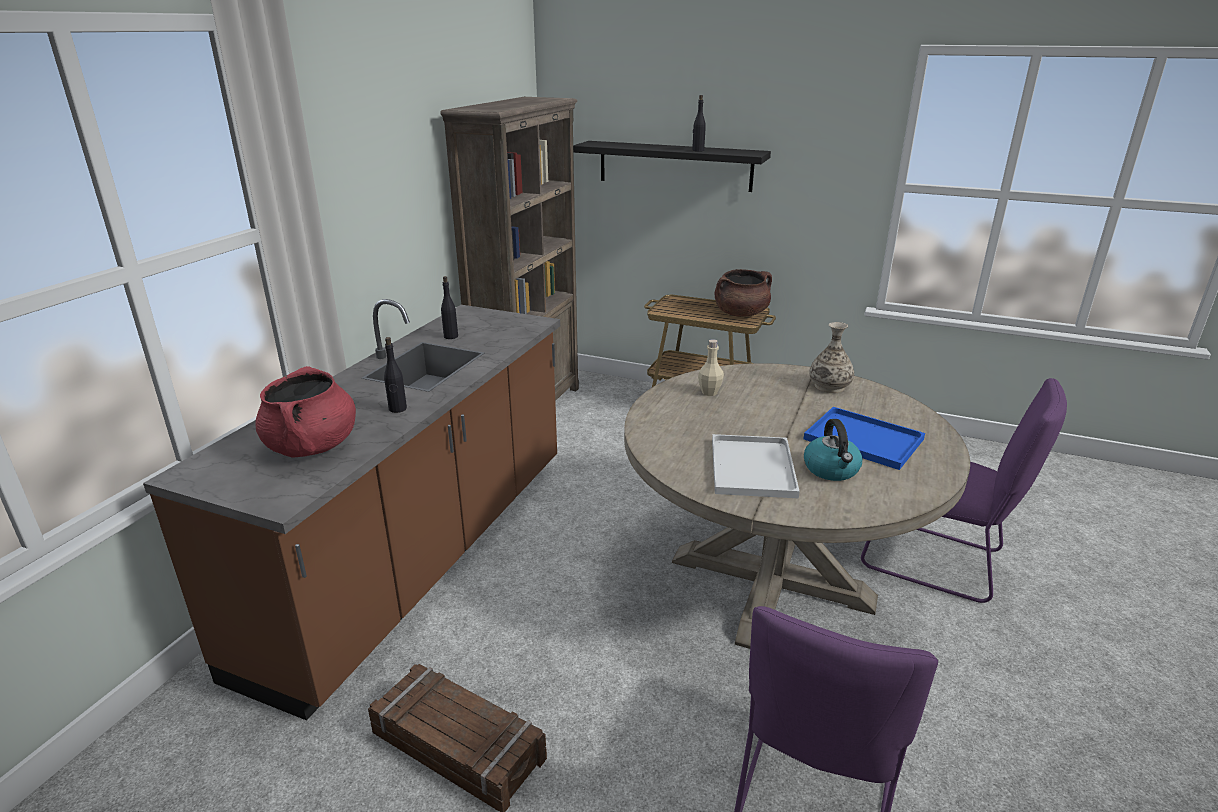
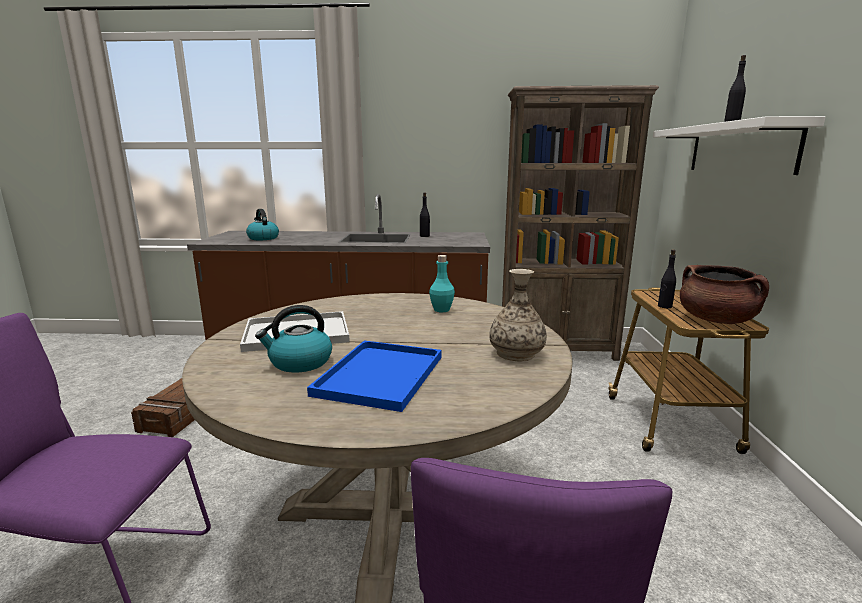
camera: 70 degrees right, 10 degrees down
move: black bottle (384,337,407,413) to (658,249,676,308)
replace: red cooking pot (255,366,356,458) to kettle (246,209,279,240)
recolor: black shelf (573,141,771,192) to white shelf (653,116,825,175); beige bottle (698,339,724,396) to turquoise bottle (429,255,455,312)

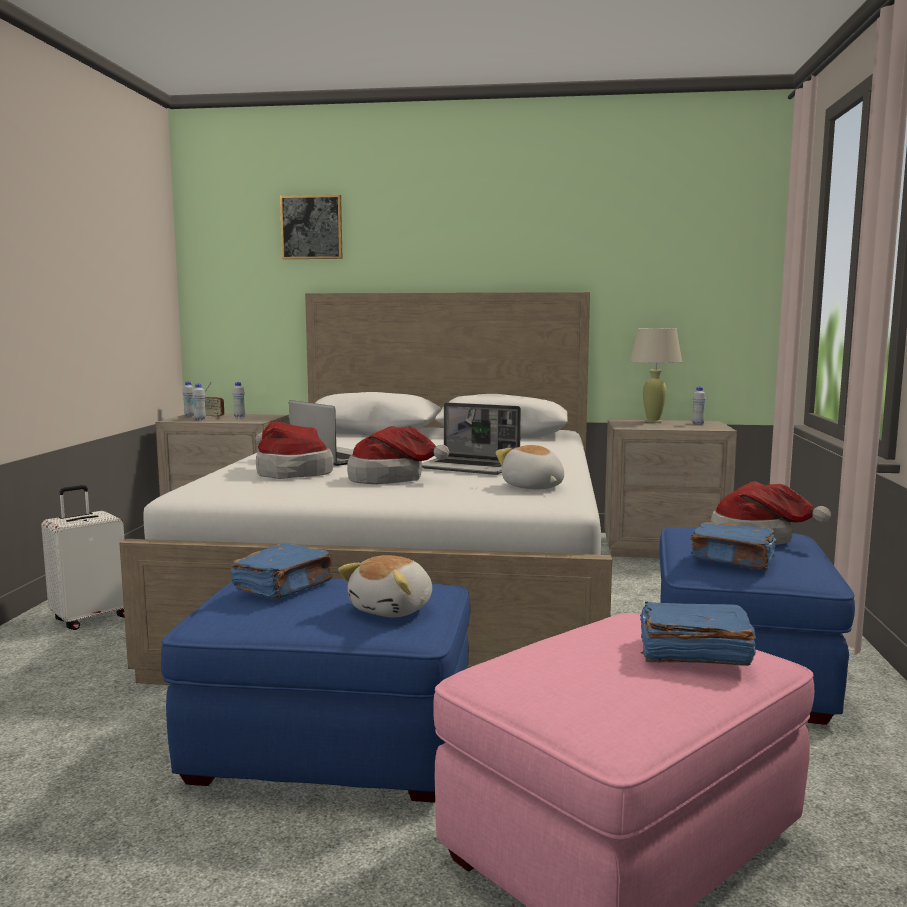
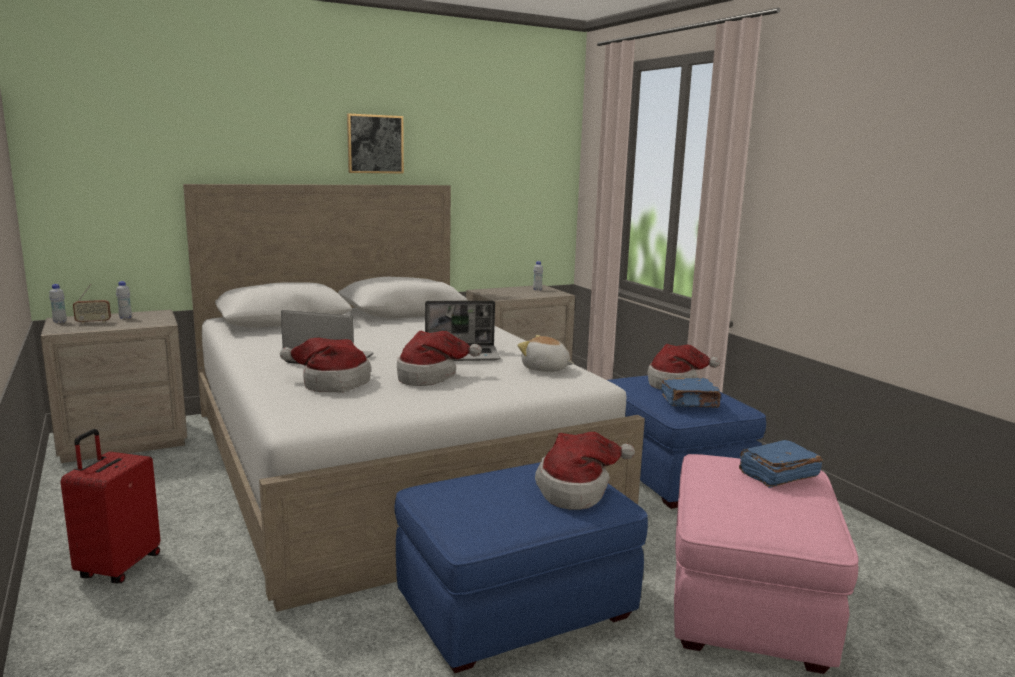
camera: 35 degrees left, 5 degrees up
delete: beige table lamp (630,328,682,423); white bottle (193,384,206,420); blue book (230,543,333,599)
move: picture (280,195,343,259) to (347,113,404,174)
replace: plush toy (338,555,432,617) to hat (535,432,635,510)
recolor: white suitcase (41,485,125,630) to red suitcase (61,429,160,583)

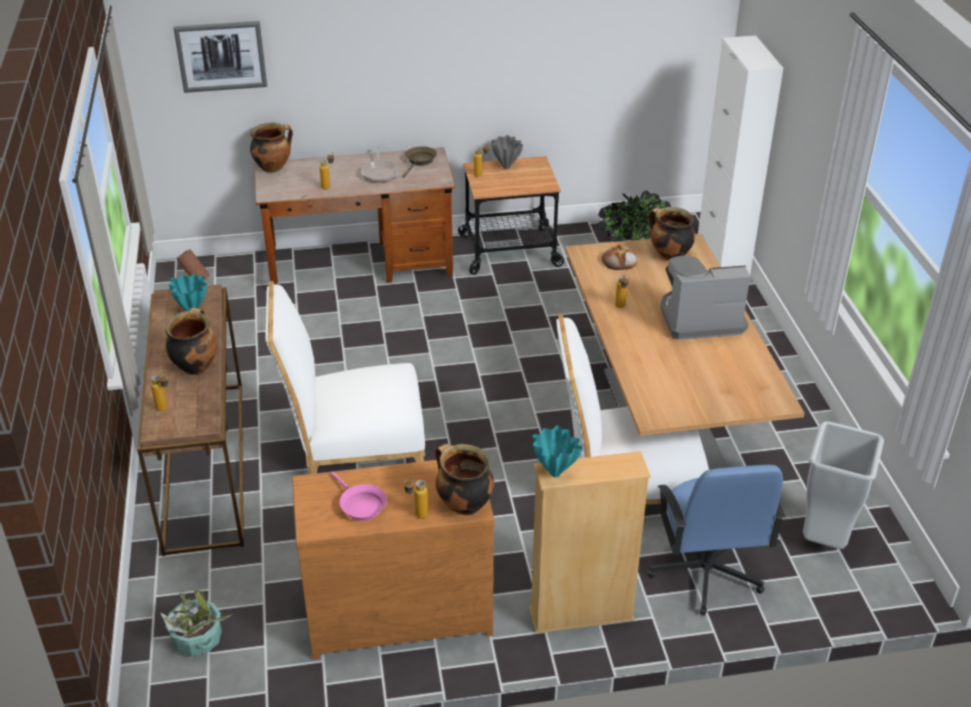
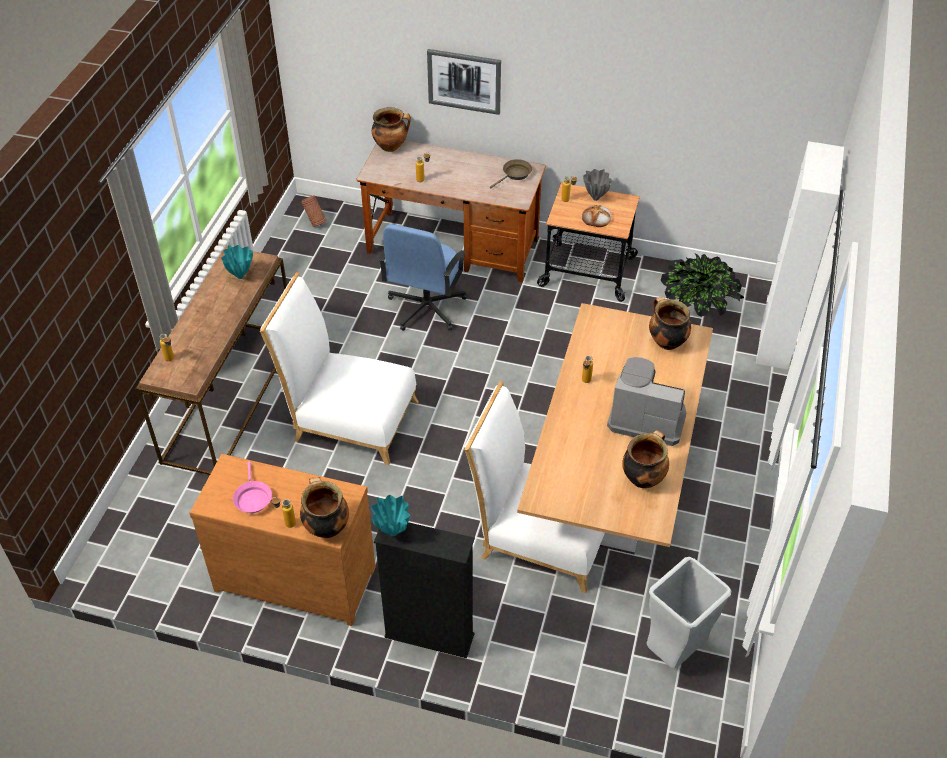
camera: 25 degrees right, 10 degrees up
delete: frying pan (361,146,398,183); potted plant (161,589,233,656)
move: picture (173,21,267,93) to (427,49,501,115); bread (602,245,637,270) to (582,205,611,227); cooking pot (165,308,218,375) to (622,430,669,488); blue office chair (648,465,785,616) to (378,224,467,331)
recolor: beige bookcase (529,451,651,633) to black bookcase (374,522,475,658)

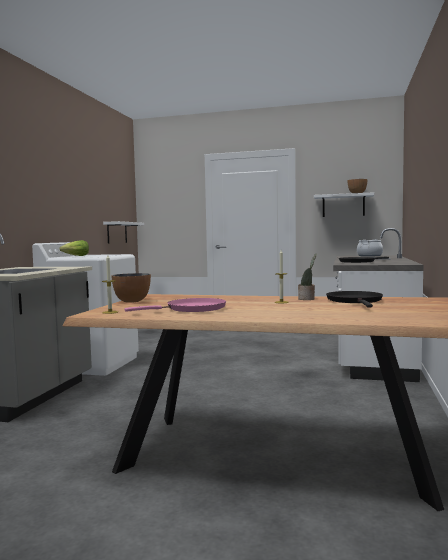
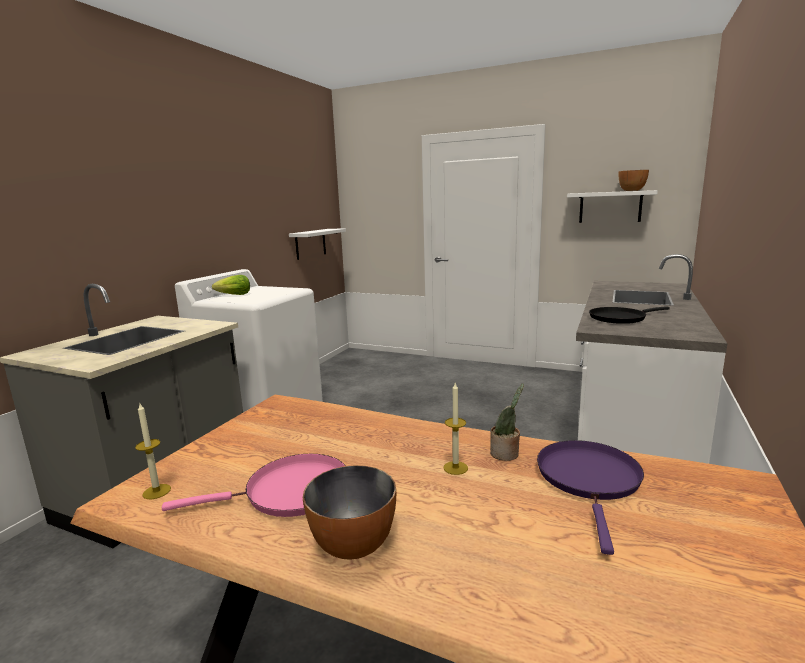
camera: 10 degrees right, 10 degrees up
delete: cooking pot (357,239,383,257)
move: bowl (111,273,151,303) to (303,465,396,560)
recolor: black frying pan (326,291,383,307) to purple frying pan (537,440,644,555)

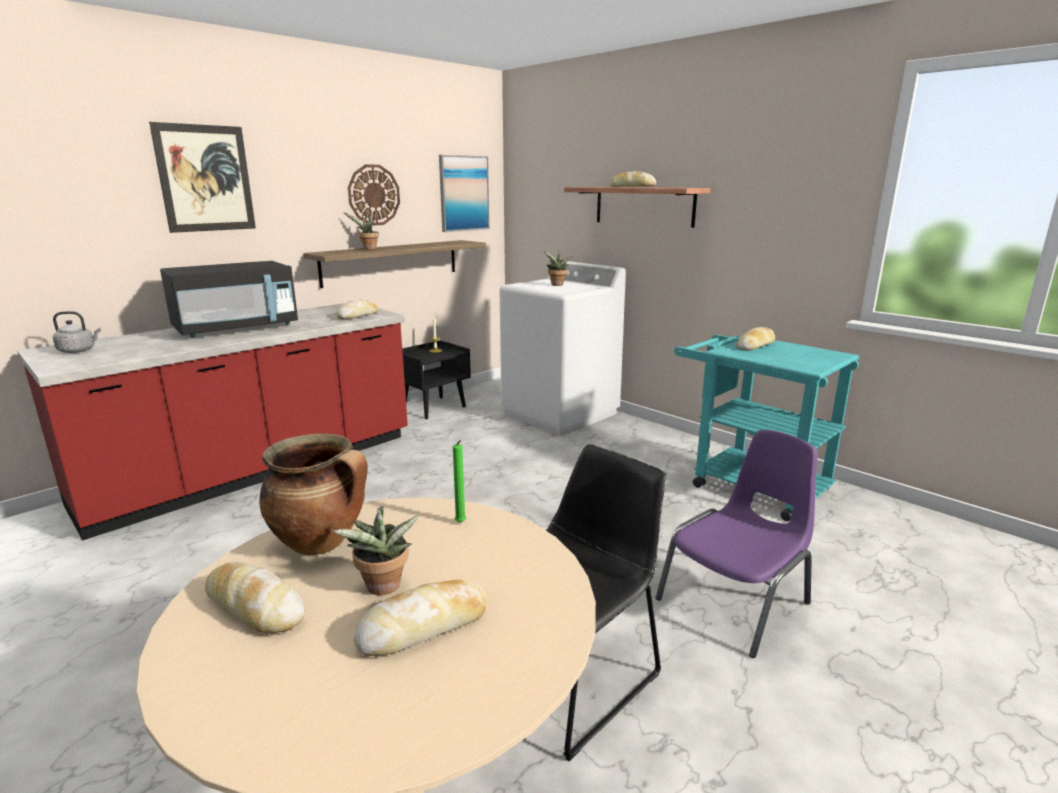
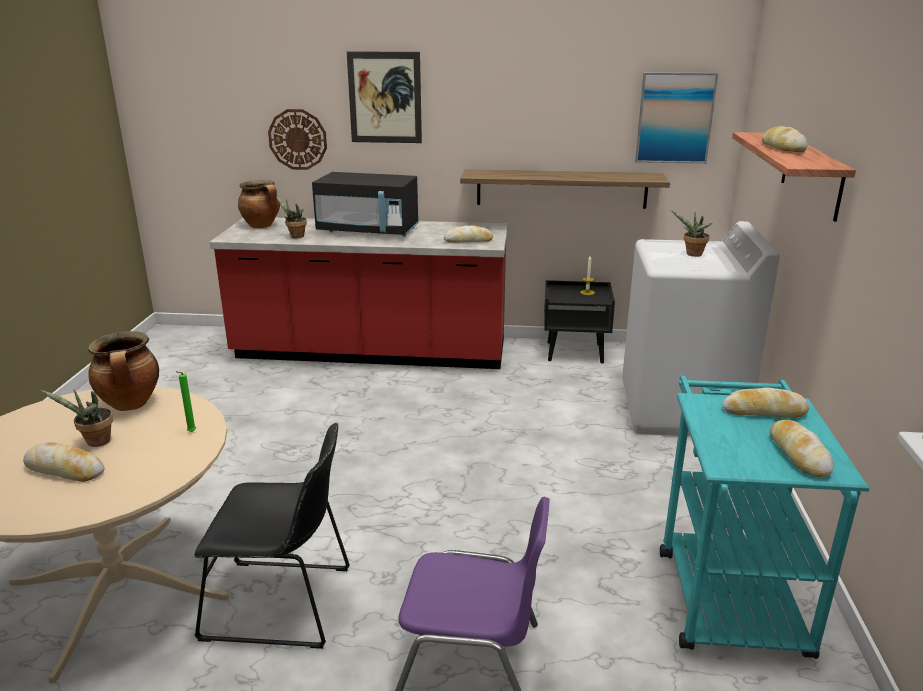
camera: 50 degrees right, 5 degrees up
move: wall clock (348,164,400,226) to (268,109,327,170); potted plant (343,212,379,250) to (276,196,307,238); bread (205,561,304,634) to (770,420,834,477)
replace: grey kettle (53,311,101,353) to cooking pot (238,180,280,228)

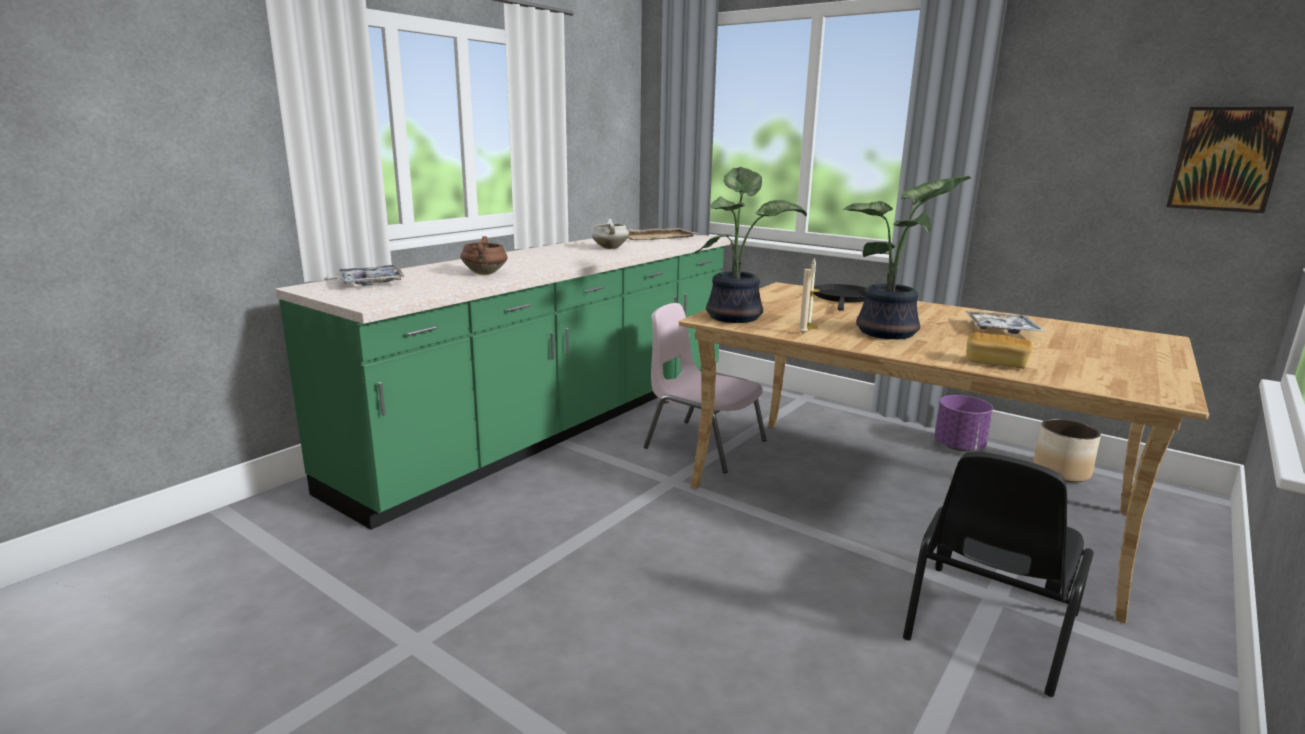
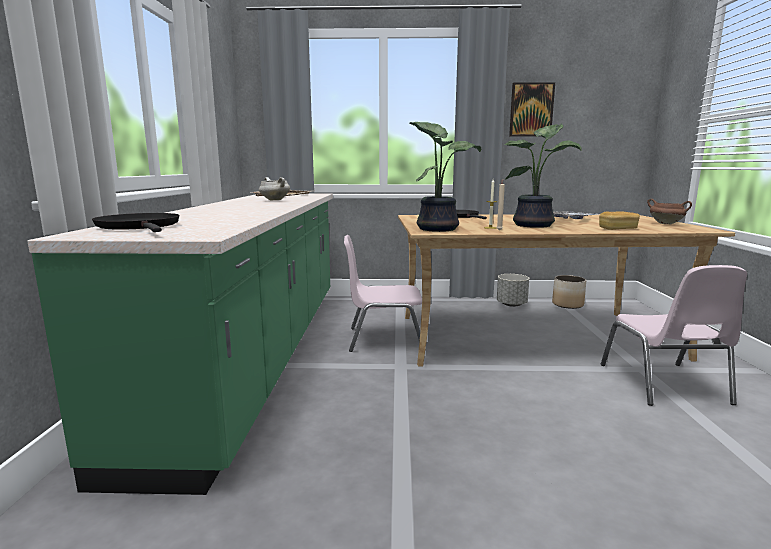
camera: 35 degrees left, 5 degrees down
move: picture (1166,107,1294,213) to (509,82,555,137); brown cooking pot (460,236,507,275) to (647,199,692,224)
replace: tray (336,265,405,286) to black frying pan (92,213,179,232)
recolor: purple planter (934,395,993,451) to grey planter (497,274,529,307); black chair (903,452,1094,697) to pink chair (601,265,747,406)

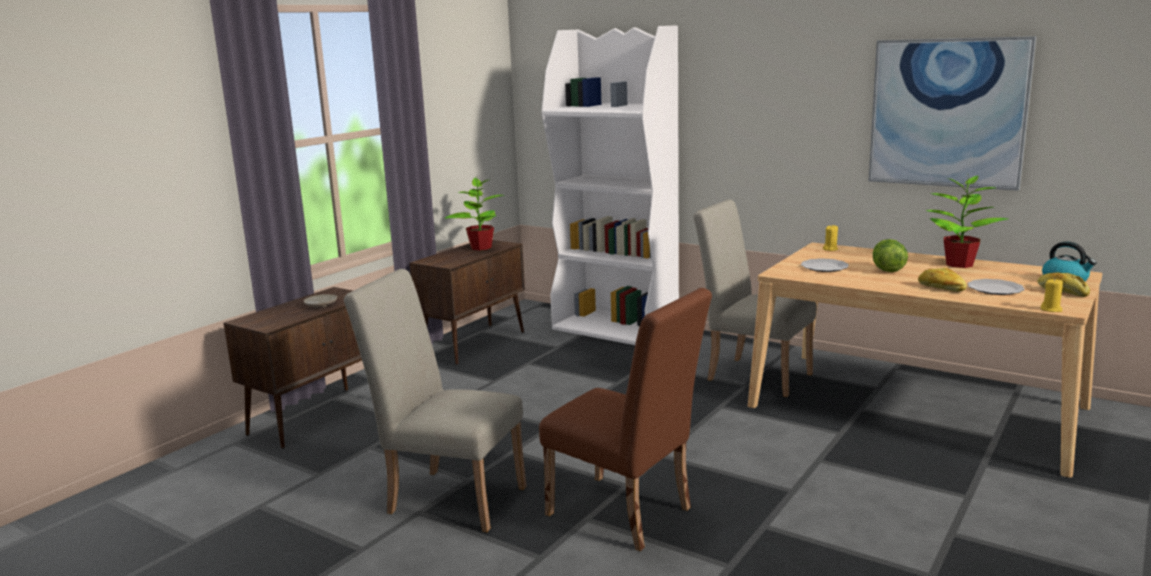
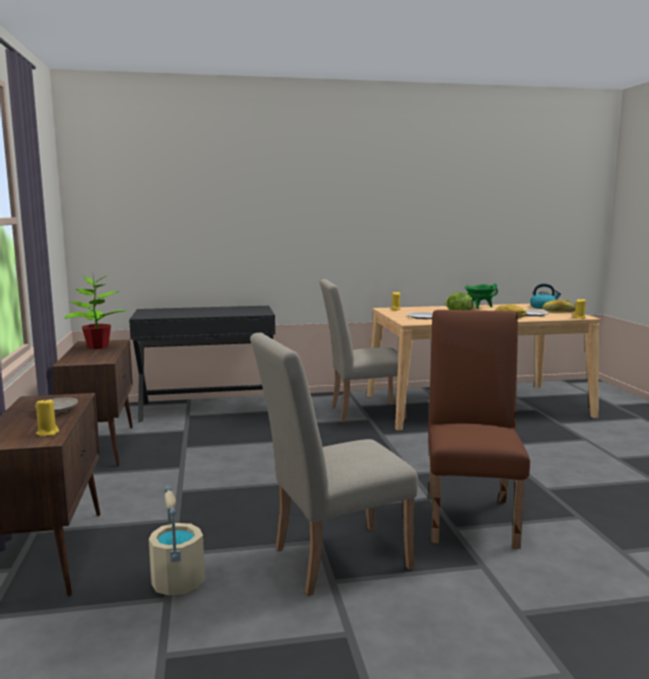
camera: 45 degrees left, 5 degrees down
delete: picture (869,36,1036,191)
insert: yellow candle (36,398,59,437); beige bucket (148,486,205,595)
replace: white bookcase (542,25,679,345) to black desk (129,306,275,422); potted plant (926,173,1008,268) to green cooking pot (465,283,498,309)
rotate: brown chair (539,288,712,551) = (428,310,530,549) 75 degrees counterclockwise

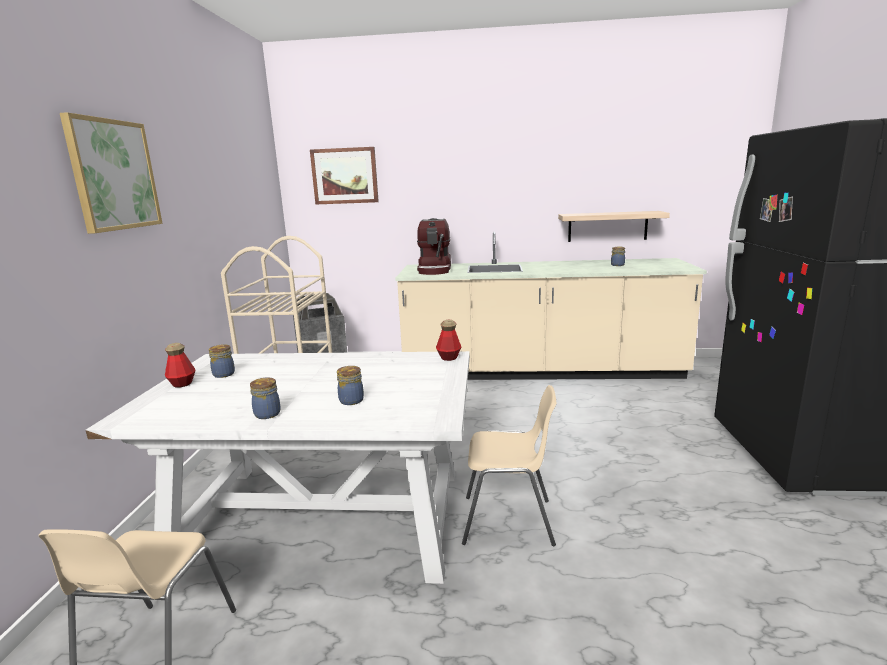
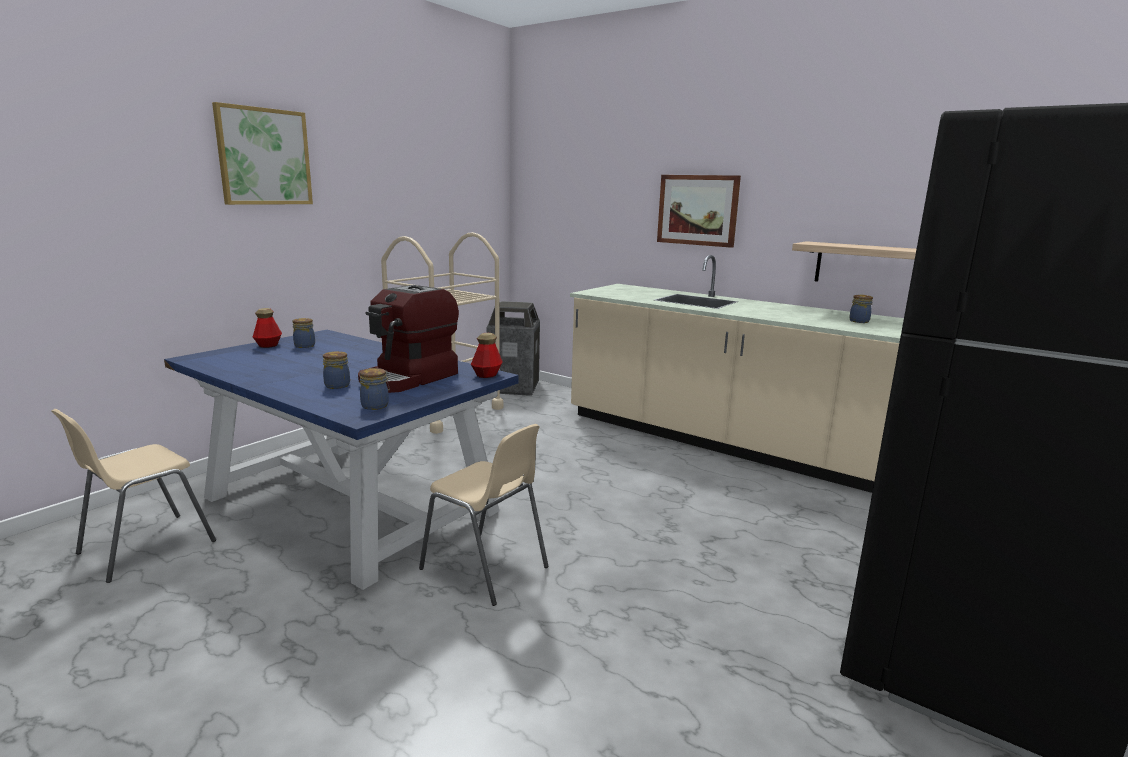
camera: 30 degrees right, 0 degrees up
move: picture (310,147,379,204) to (657,175,741,248); coffee machine (417,218,451,275) to (358,285,459,393); jar (250,378,281,419) to (360,368,390,410)
recolor: white dining table (86,351,470,584) to blue dining table (164,330,519,590)

